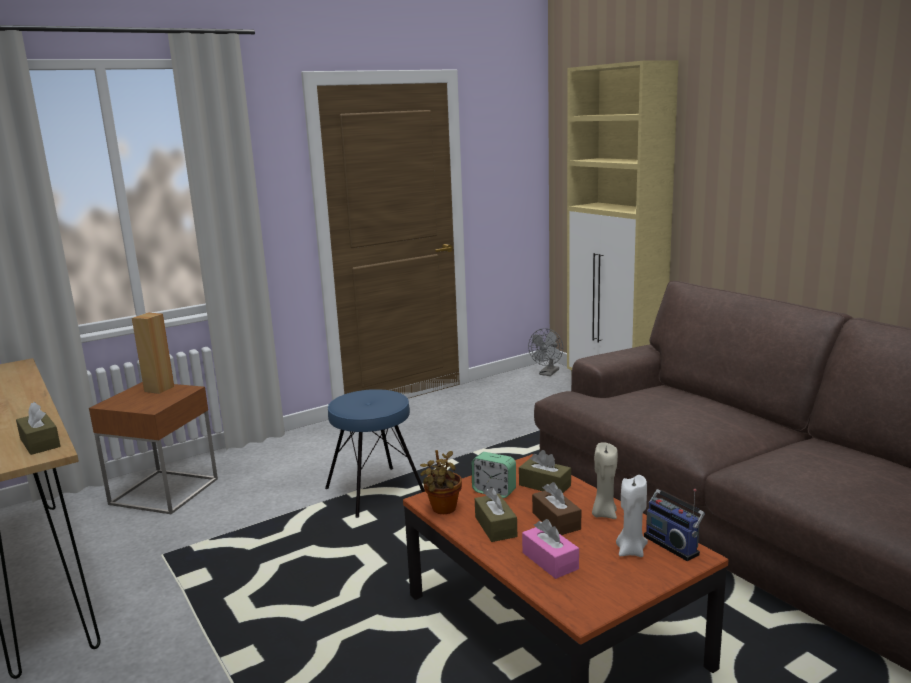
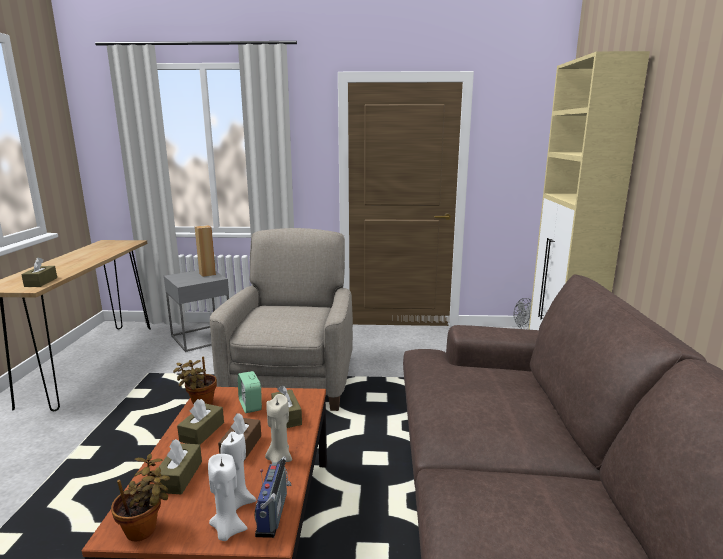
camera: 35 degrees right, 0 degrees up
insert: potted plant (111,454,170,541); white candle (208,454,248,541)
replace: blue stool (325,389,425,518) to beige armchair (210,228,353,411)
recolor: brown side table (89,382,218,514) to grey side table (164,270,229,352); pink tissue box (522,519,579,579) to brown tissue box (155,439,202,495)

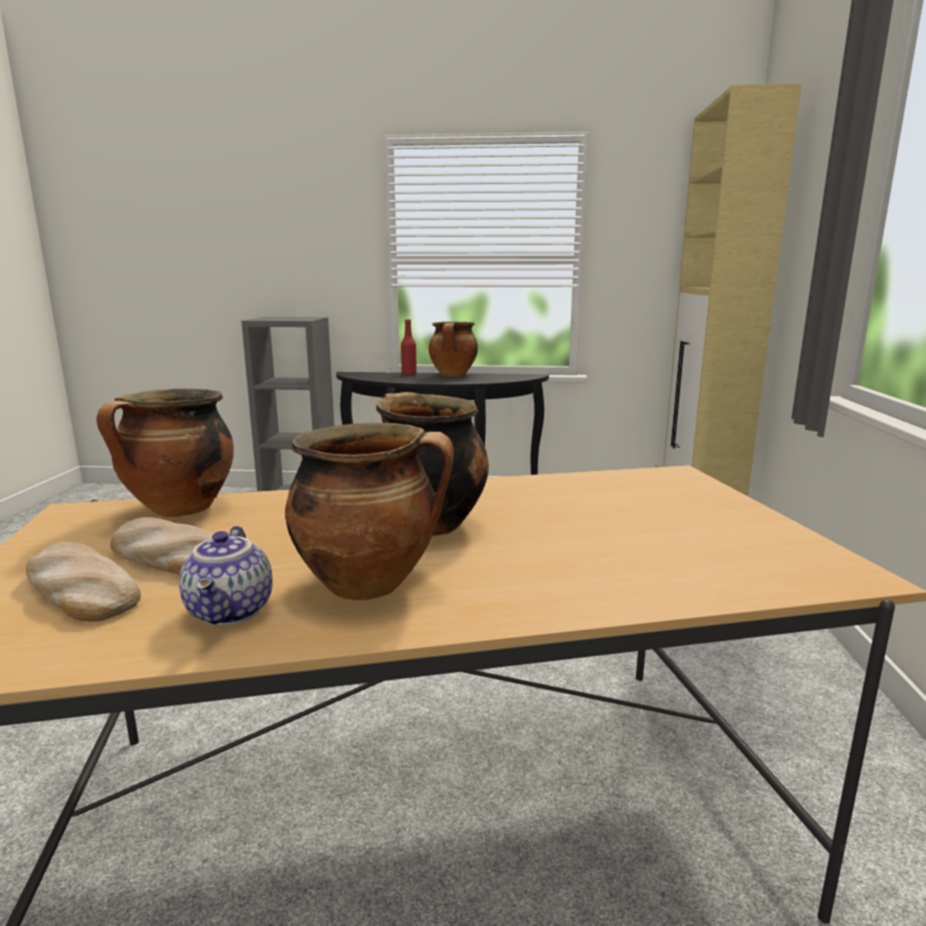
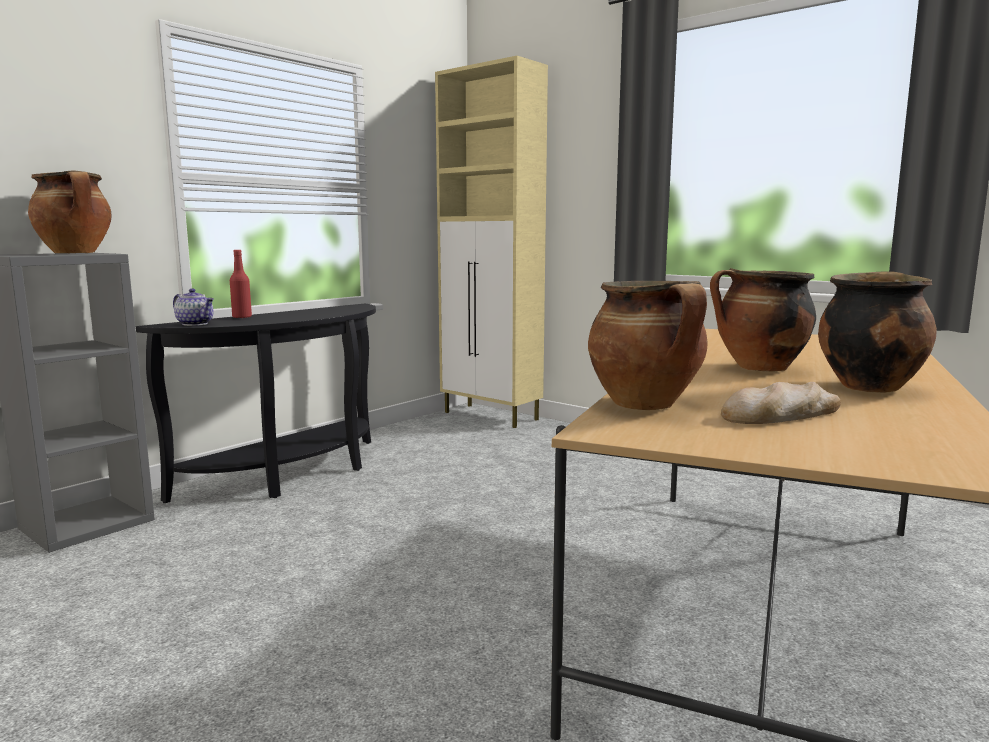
camera: 55 degrees left, 5 degrees down
delete: bread (26,542,141,622)
move: cooking pot (429,322,478,377) to (28,170,112,254); teapot (179,526,273,625) to (173,288,214,326)

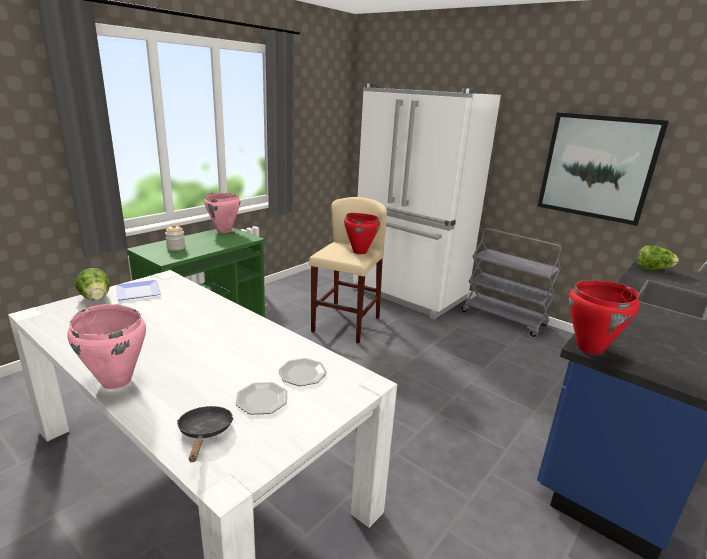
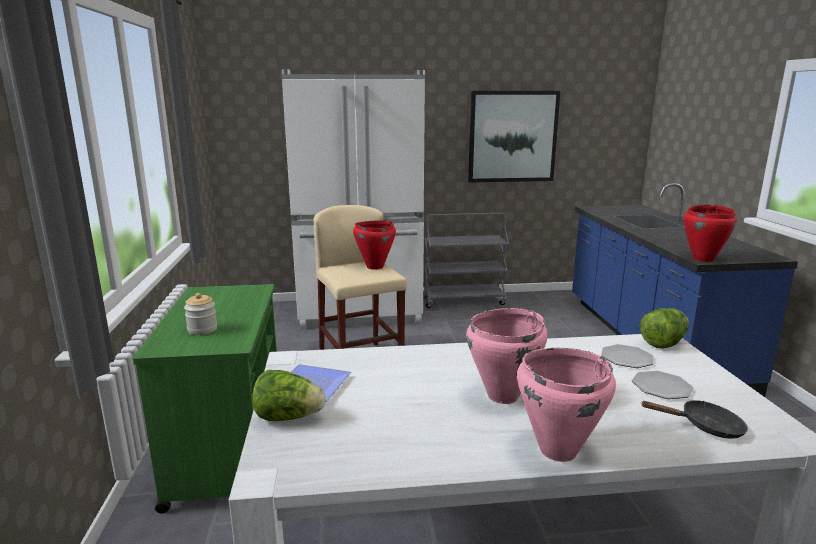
camera: 45 degrees left, 5 degrees down
move: pink cooking pot (204,193,240,233) to (466,308,547,404); lettuce (637,246,679,270) to (640,308,689,349)
rotate: black frying pan (177,406,234,462) = (640,400,748,438) 150 degrees clockwise

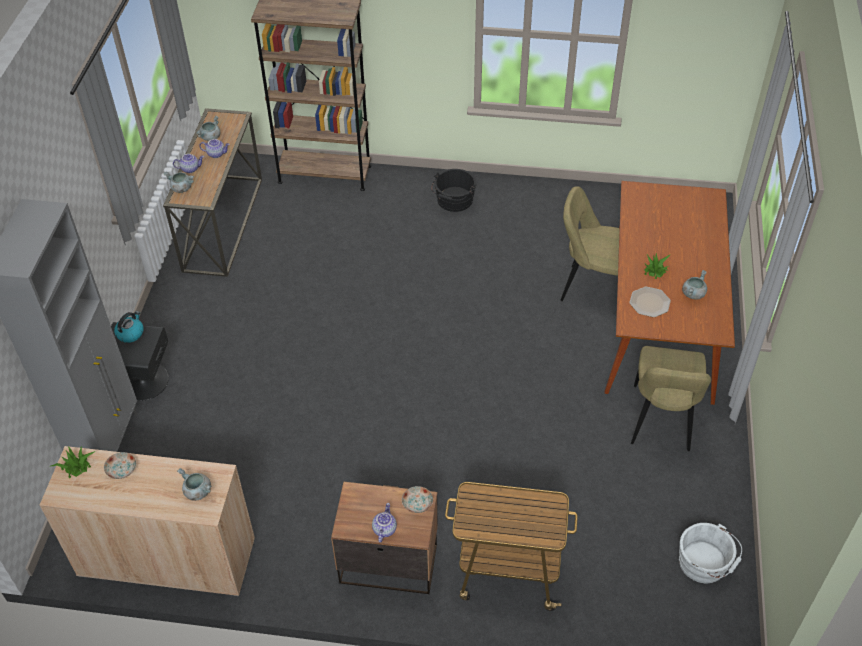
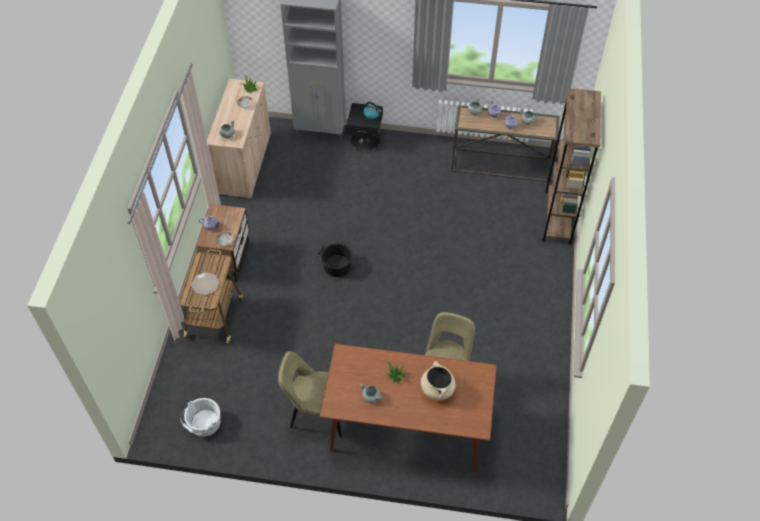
camera: 90 degrees right, 5 degrees up
insert: beige cooking pot (421,361,456,401)
move: black bucket (431,169,476,212) to (317,242,353,277); plate (629,287,671,317) to (191,272,219,295)

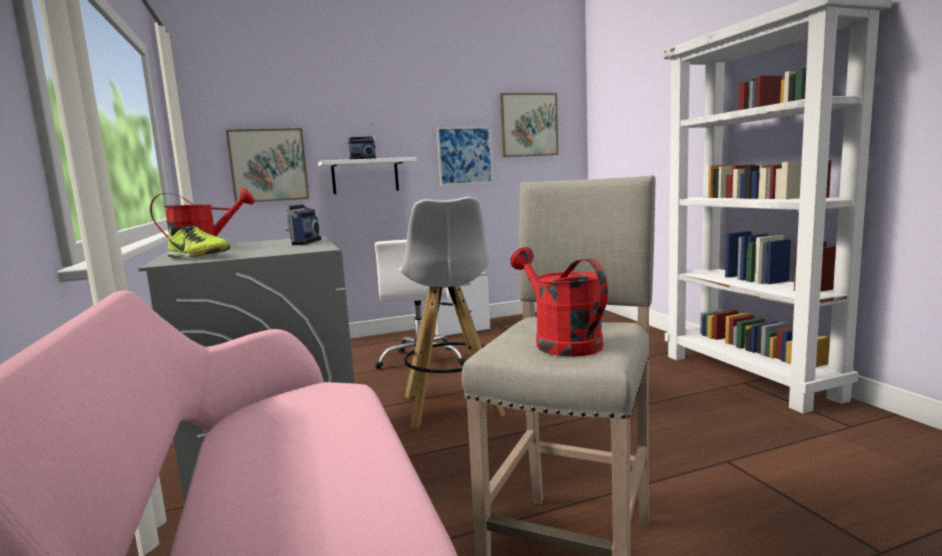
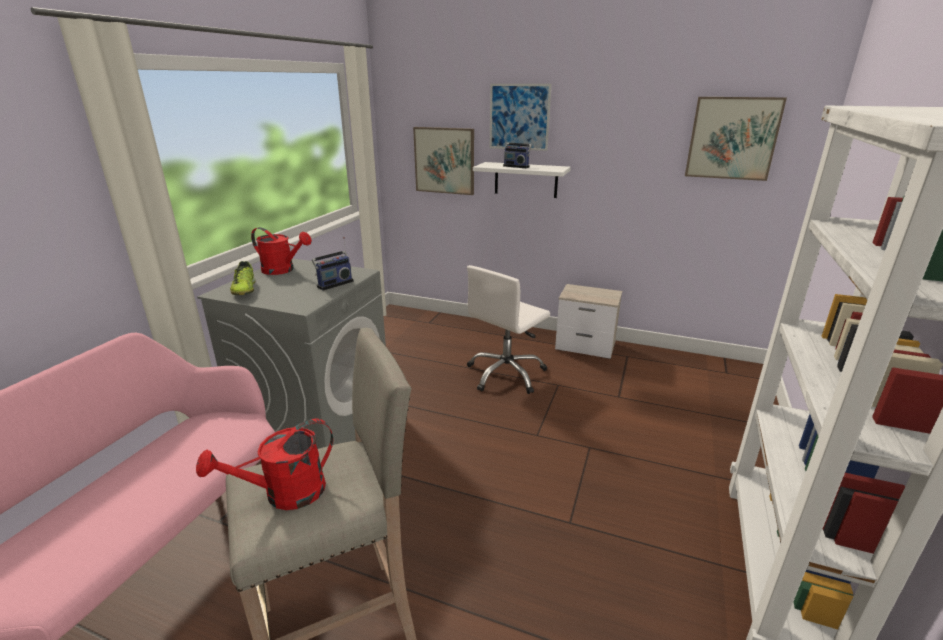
camera: 40 degrees right, 15 degrees up
delete: white stool (399,197,506,428)
move: picture (437,126,493,186) to (490,84,551,151)
rotate: red watering can (510,247,608,357) = (196,419,333,510) 135 degrees counterclockwise

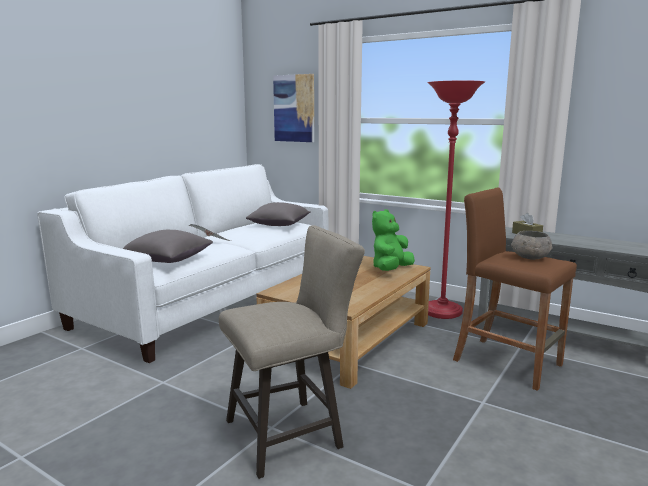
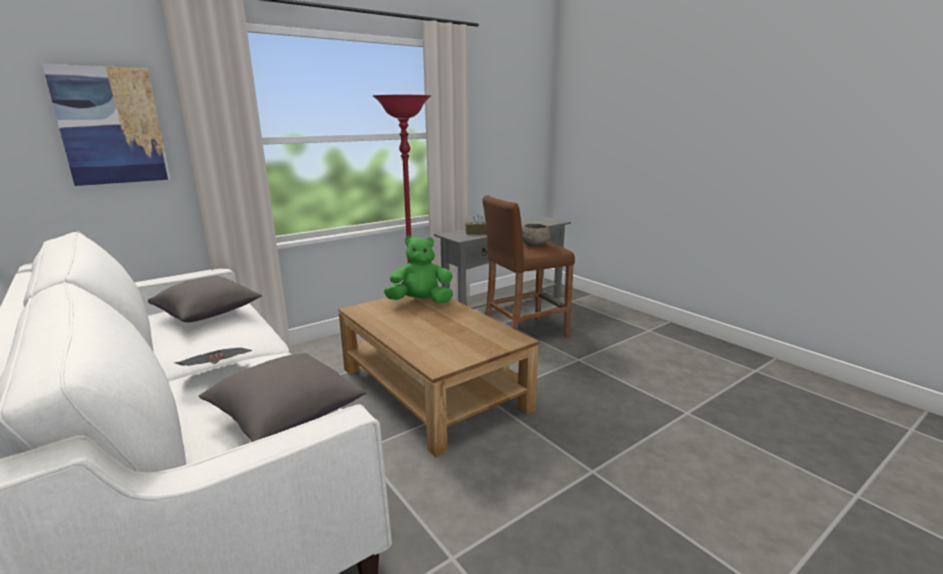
camera: 70 degrees left, 5 degrees up
delete: beige stool (219,225,365,479)
rotate: green plush toy (372,209,415,271) = (384,236,453,304) 120 degrees clockwise

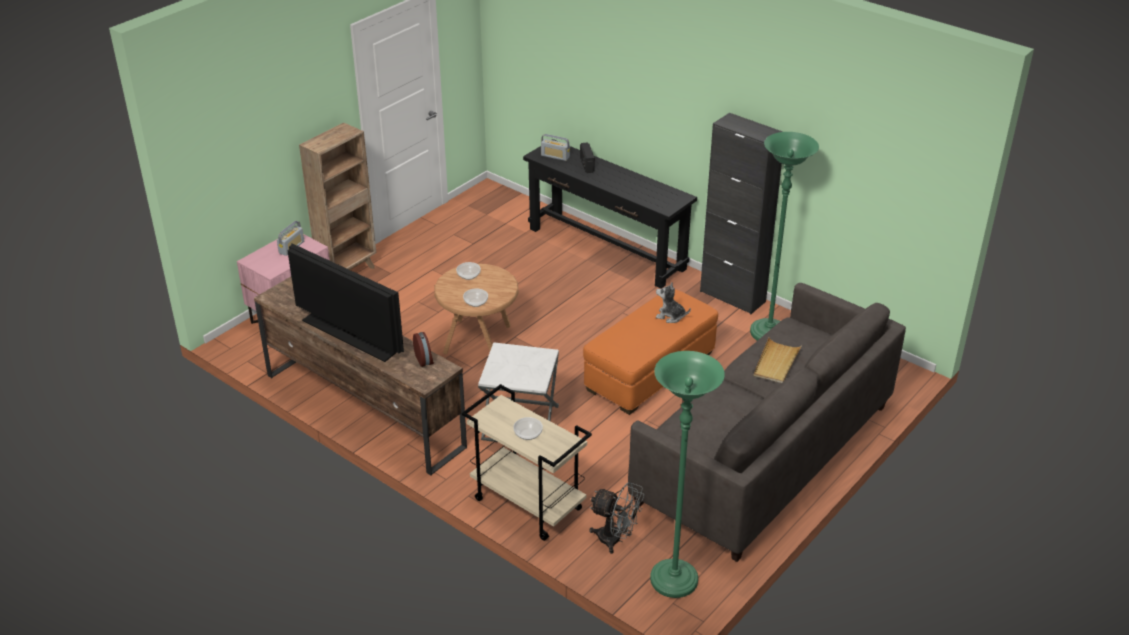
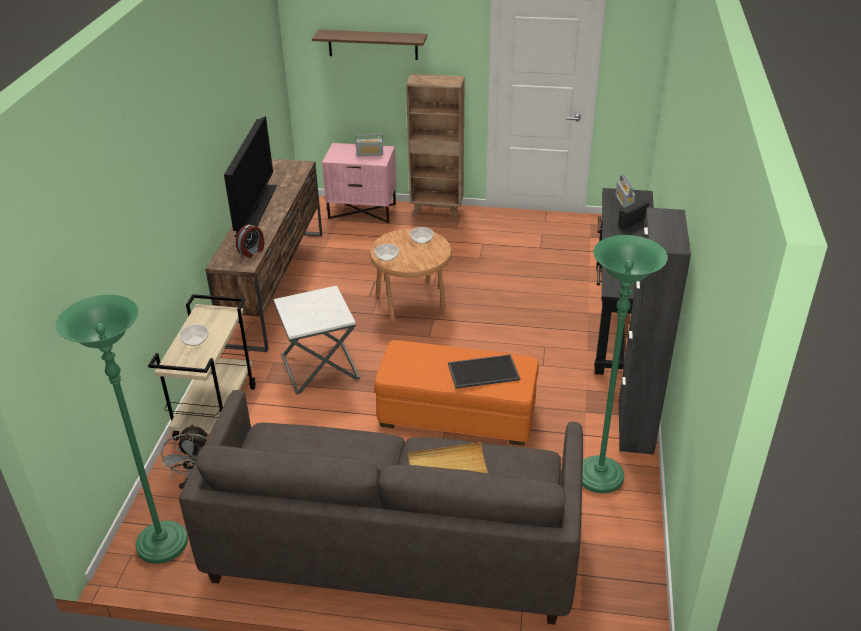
camera: 60 degrees right, 0 degrees up
insert: brown shelf (312,30,427,60)
replace: plush toy (656,282,691,323) to tray (448,354,520,389)

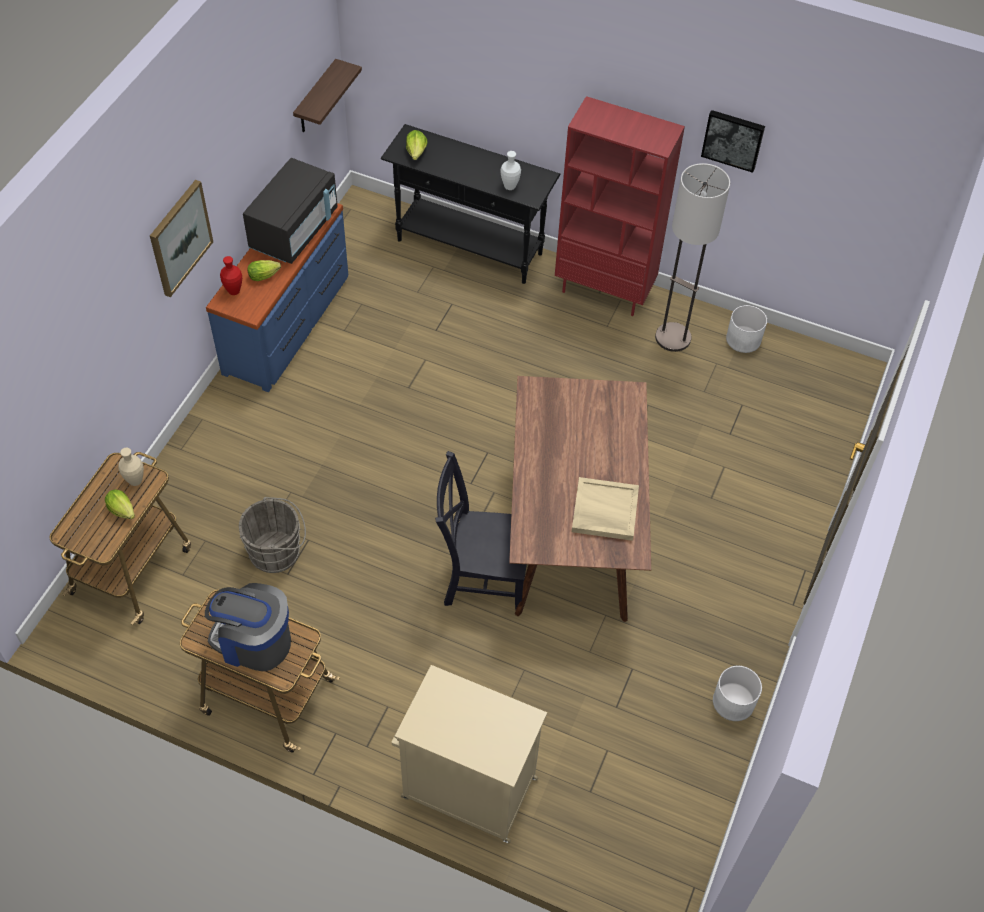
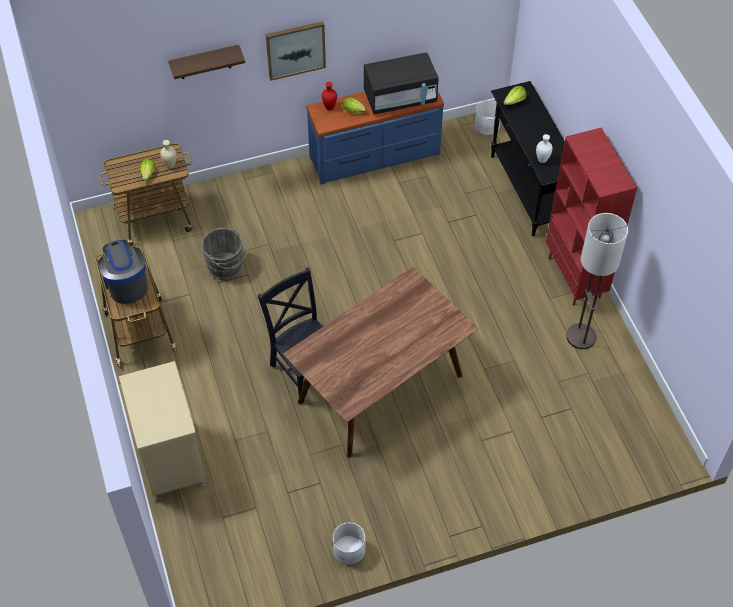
camera: 50 degrees right, 0 degrees up
delete: picture (701,110,765,173); beige tray (572,477,639,541)
move: shelf (293,59,362,132) to (168,45,245,79); white planter (726,305,767,353) to (474,100,501,135)

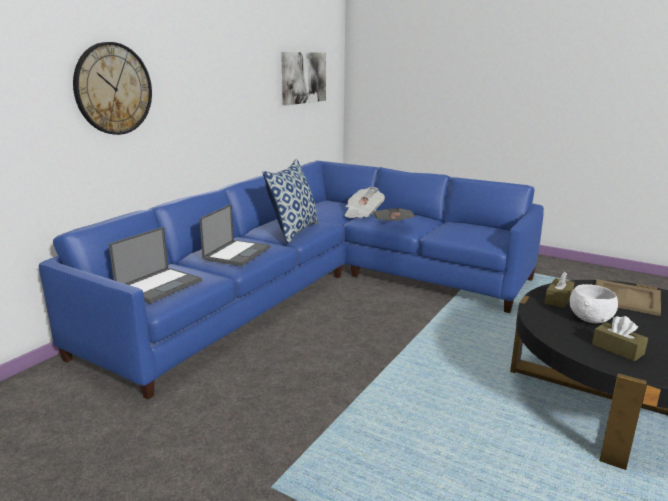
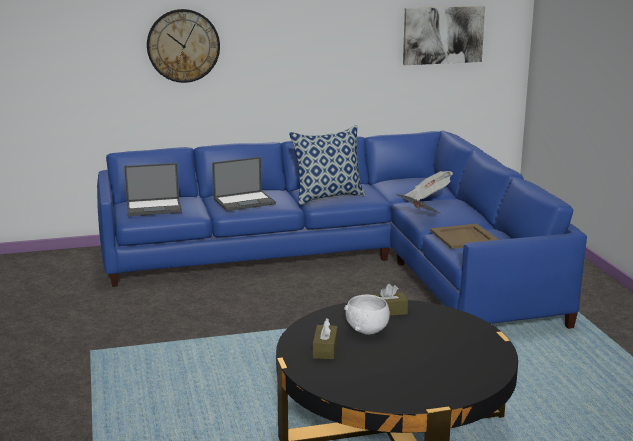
camera: 45 degrees right, 0 degrees up
move: beige tray (595,279,661,316) to (430,224,498,249)

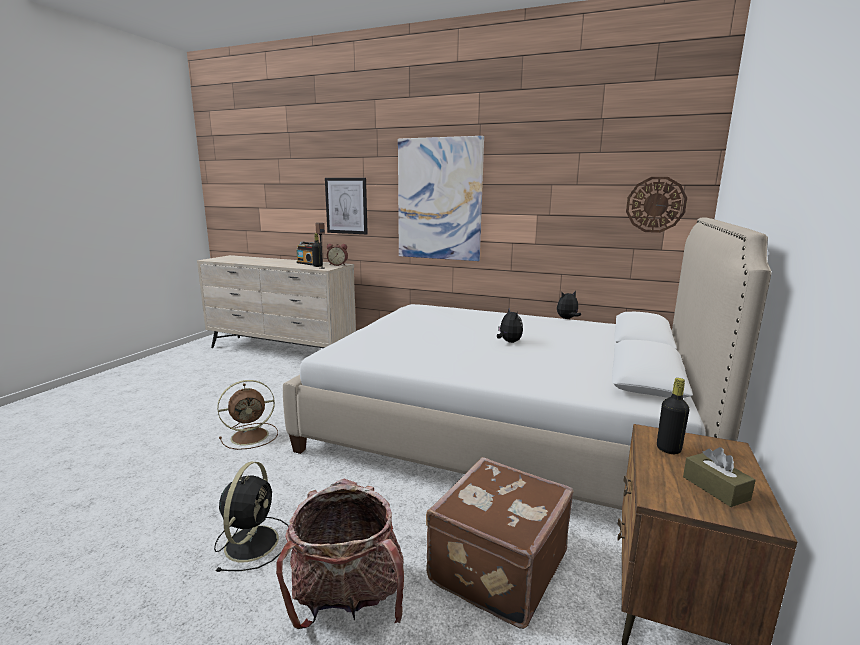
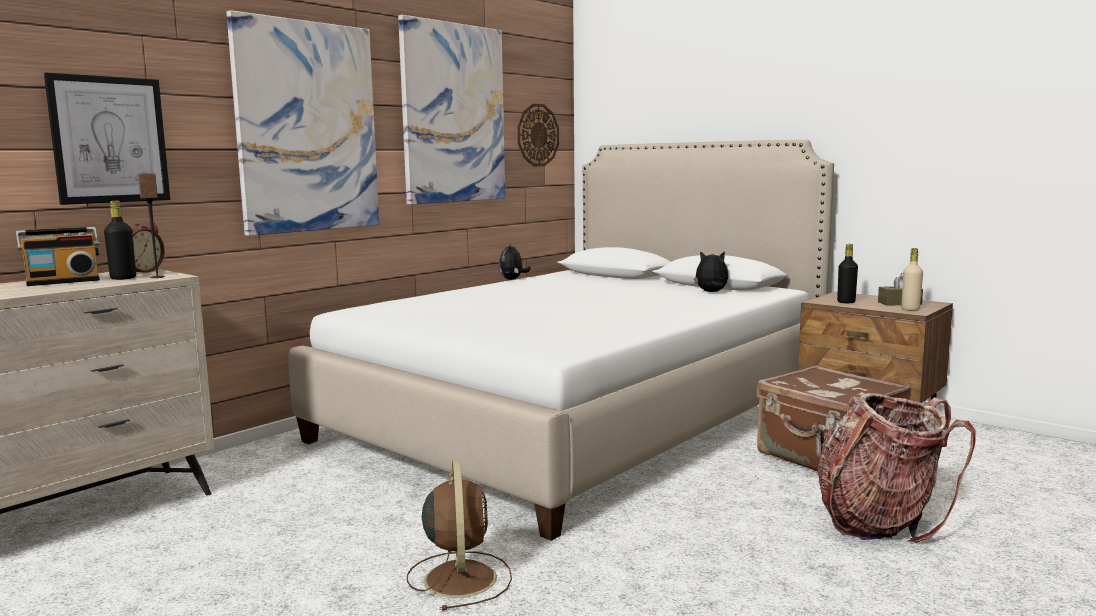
camera: 70 degrees left, 5 degrees down
delete: black fan (214,462,288,572)
insert: picture (398,15,505,205); beige bottle (901,248,923,311)
move: plush toy (497,308,523,343) to (694,251,728,292)

